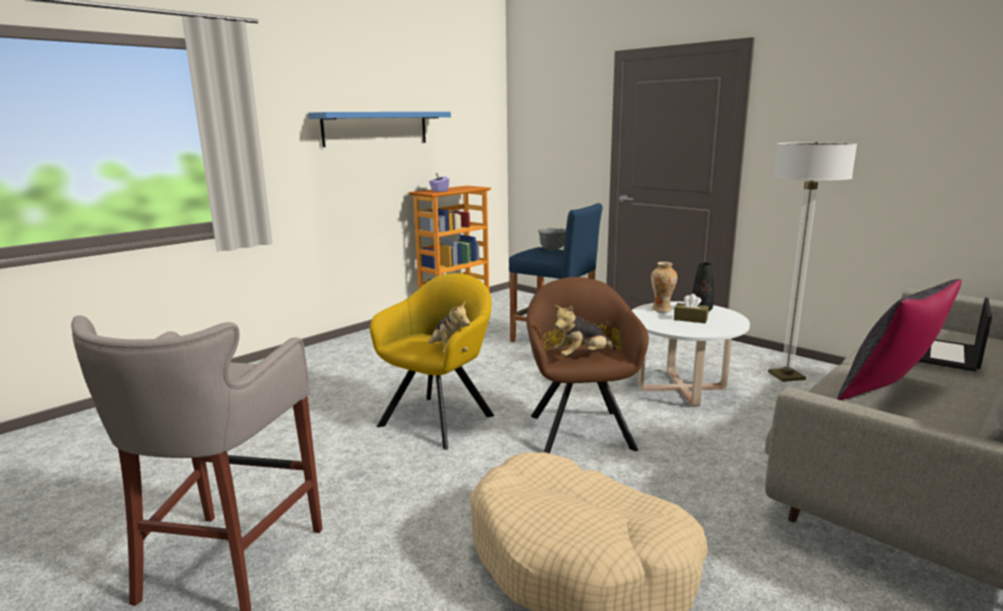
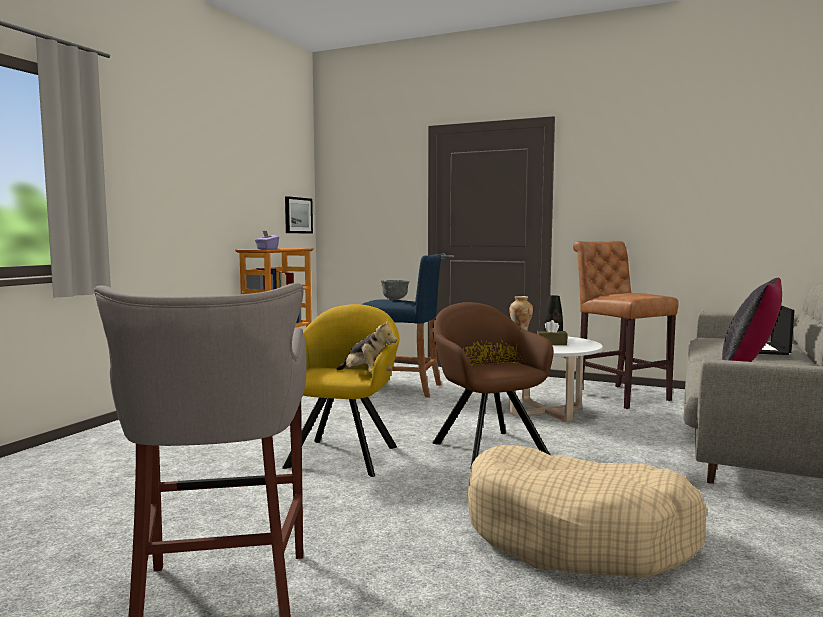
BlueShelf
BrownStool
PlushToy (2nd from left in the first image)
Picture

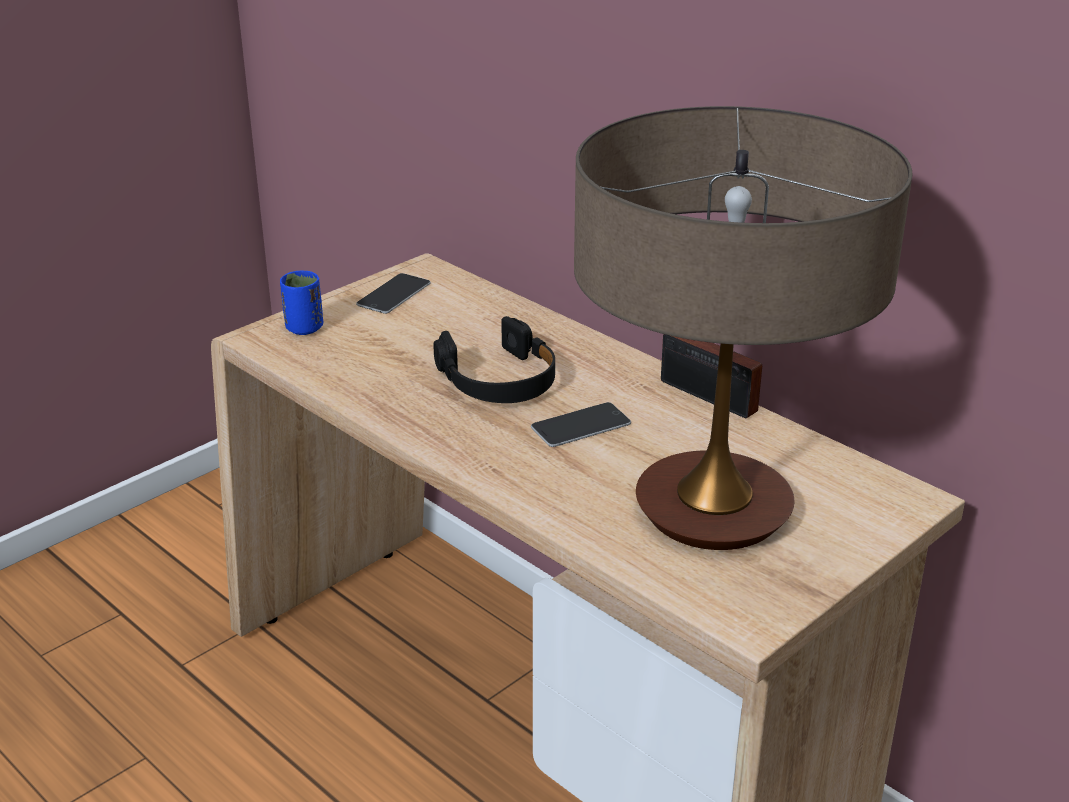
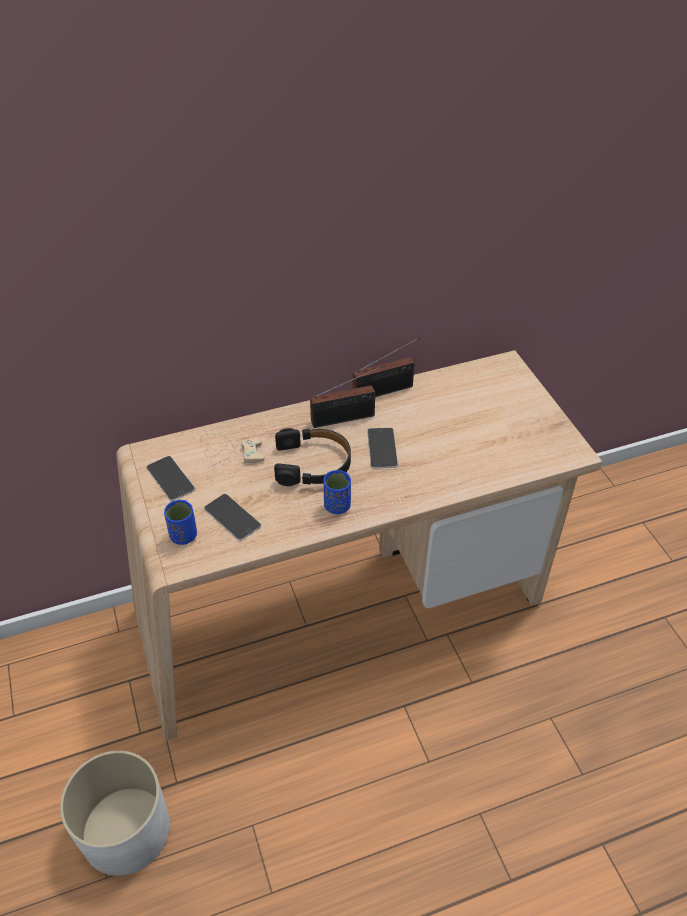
TableLamp
Radio (1st from left)
BeigeGameController
BlueCup (2nd from left)
Phone (2nd from left)
WhitePlanter

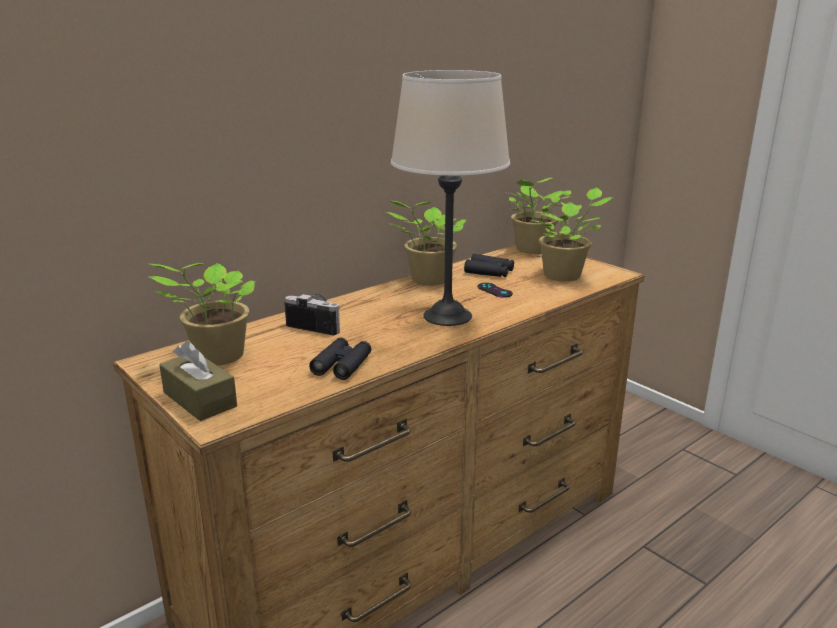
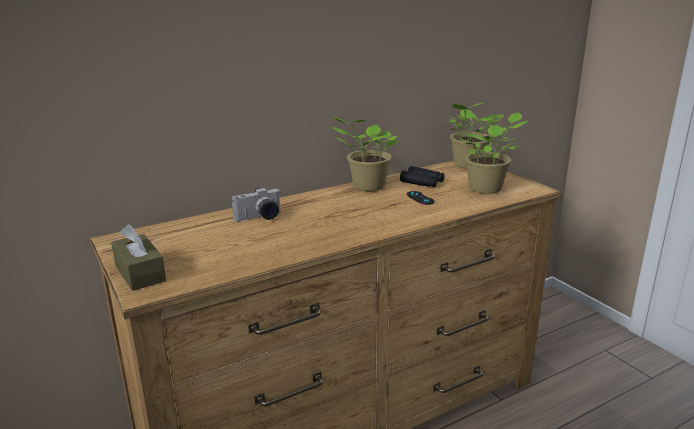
BeigeTableLamp
PottedPlant (1st from left in the first image)
PhotoCamera
BlackBinoculars (1st from left in the first image)

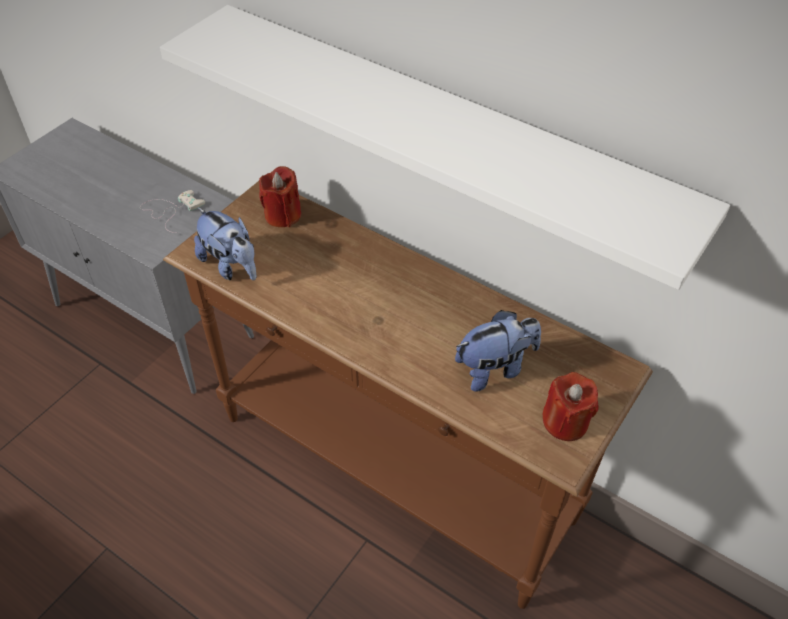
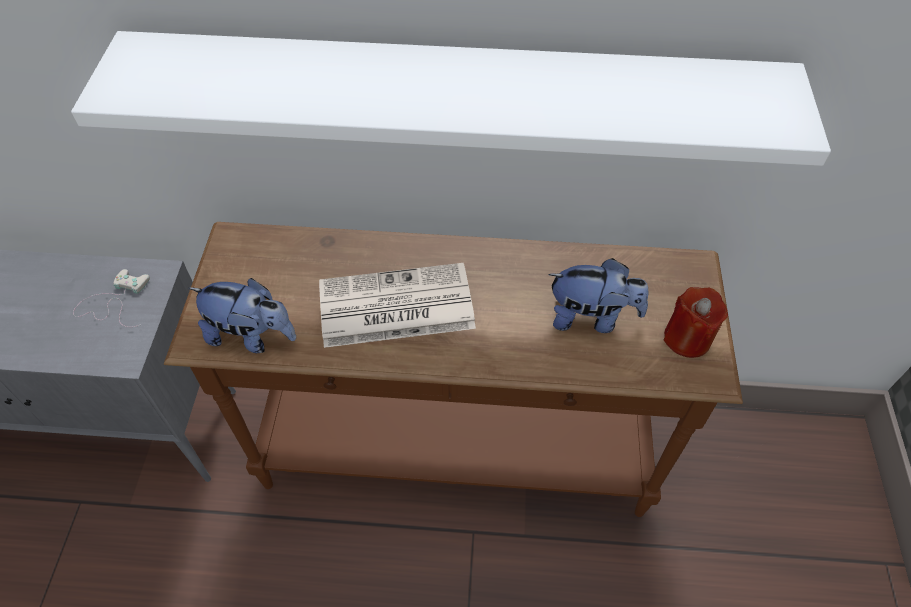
RedCandle (1st from left in the first image)
PlushToy (2nd from left)
Newspaper

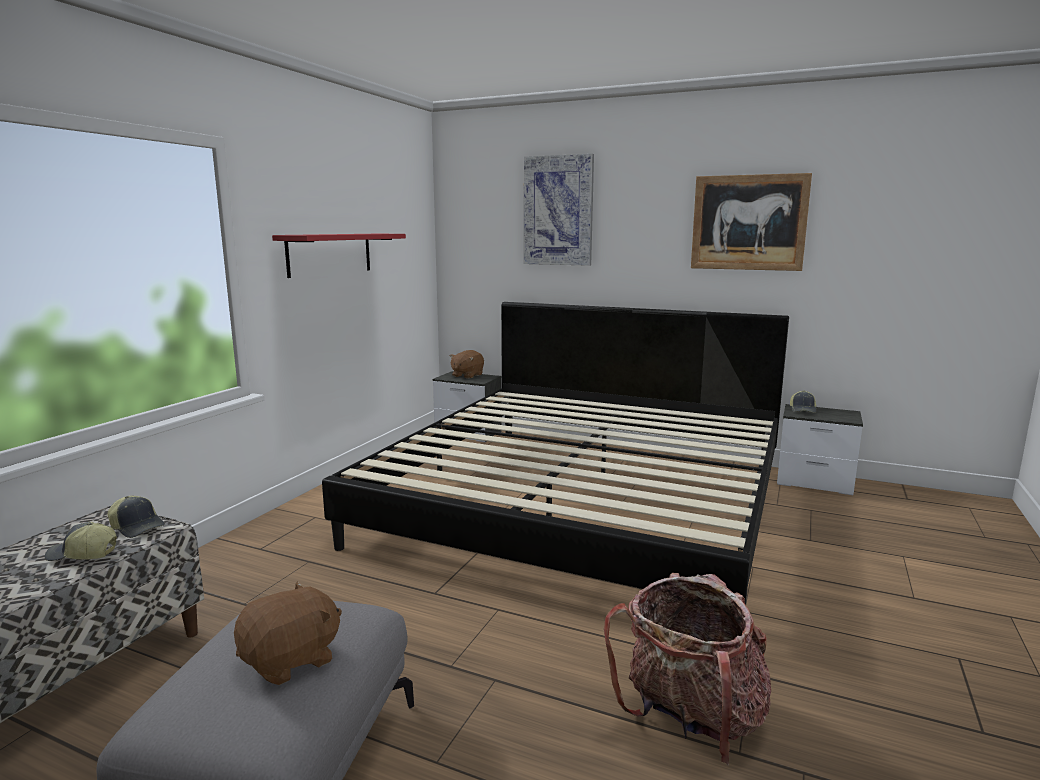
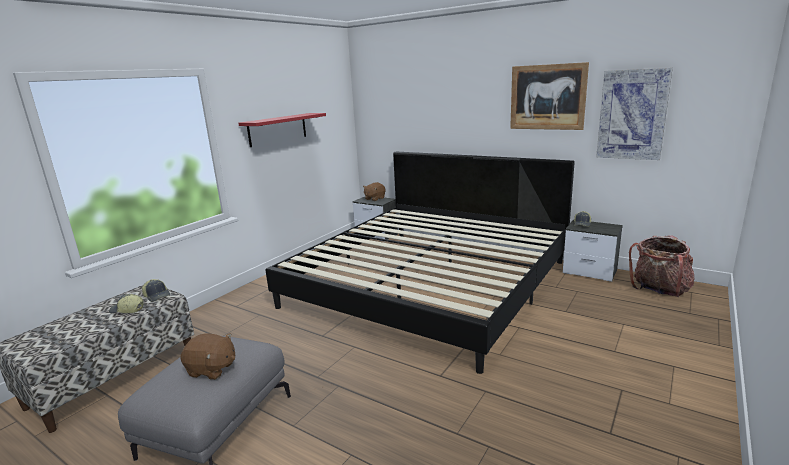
Picture (2nd from left)
Backpack
BrownPlushToy (1st from left)

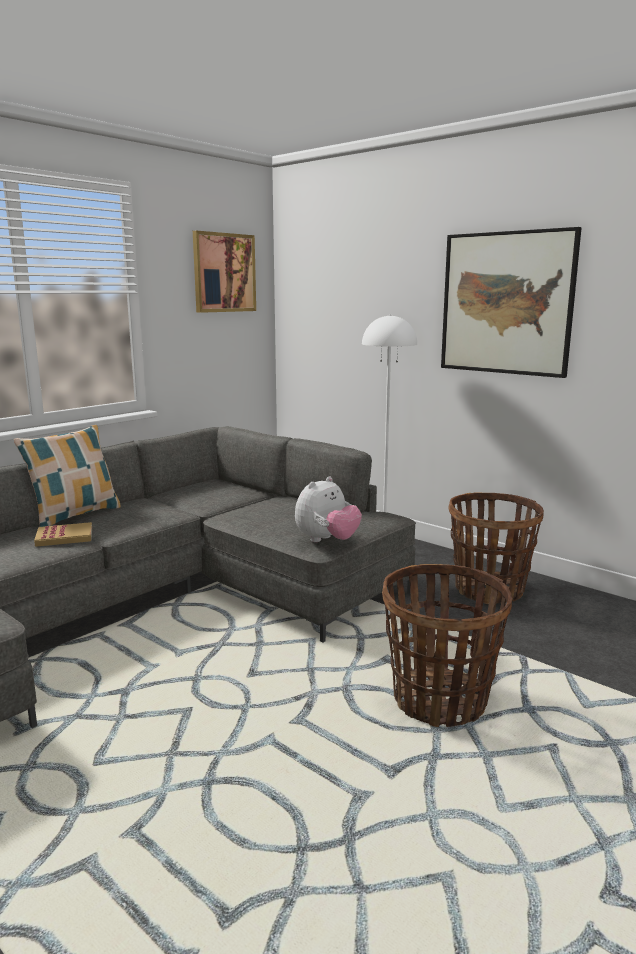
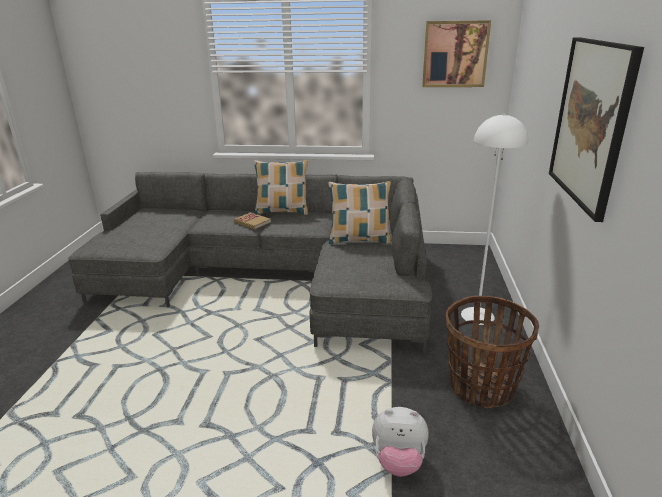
PlushToy
Basket (1st from left in the first image)
Pillow (2nd from left)

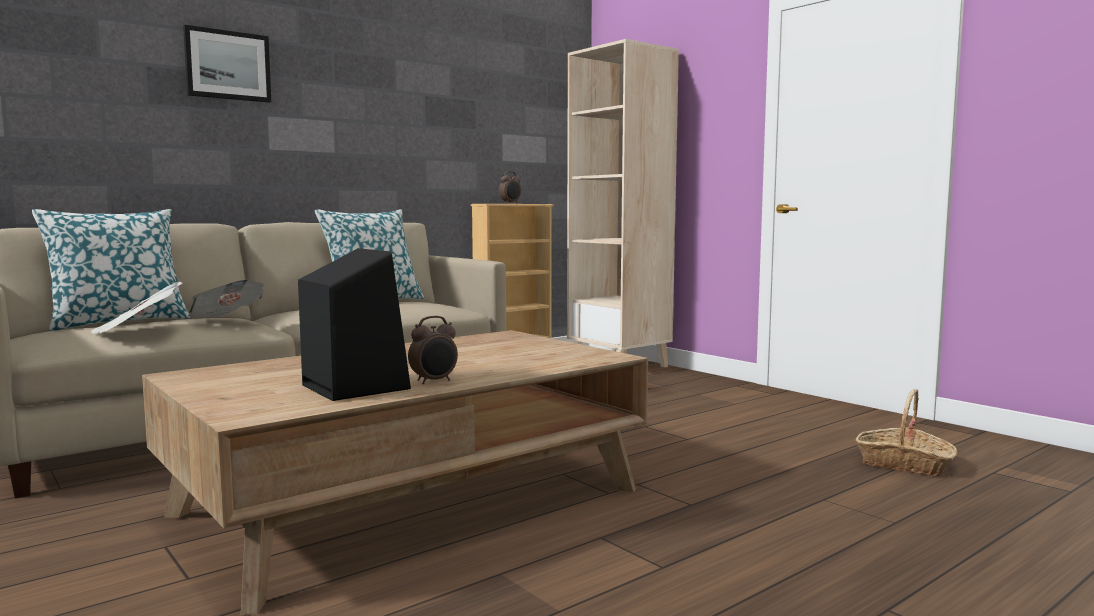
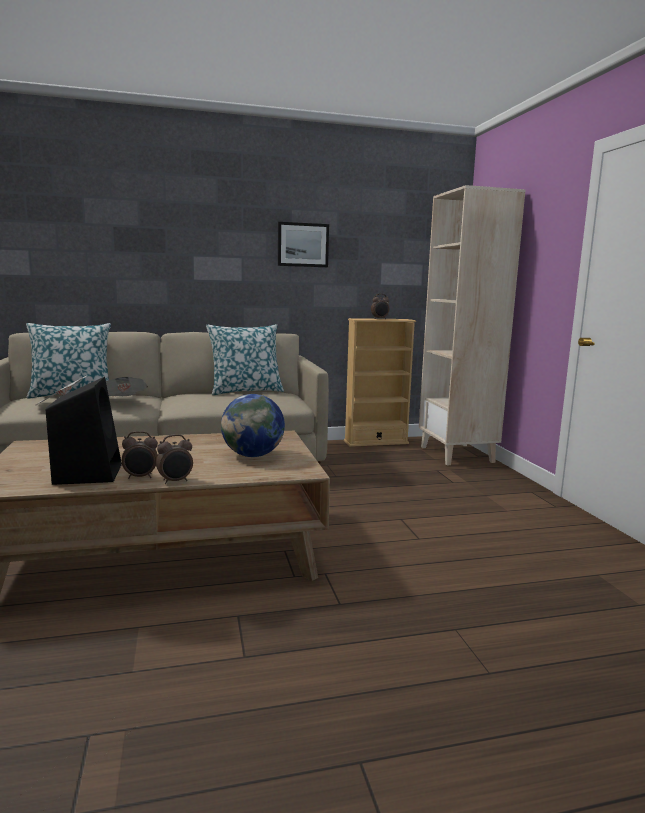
Picture
Basket
Globe
AlarmClock (2nd from left)

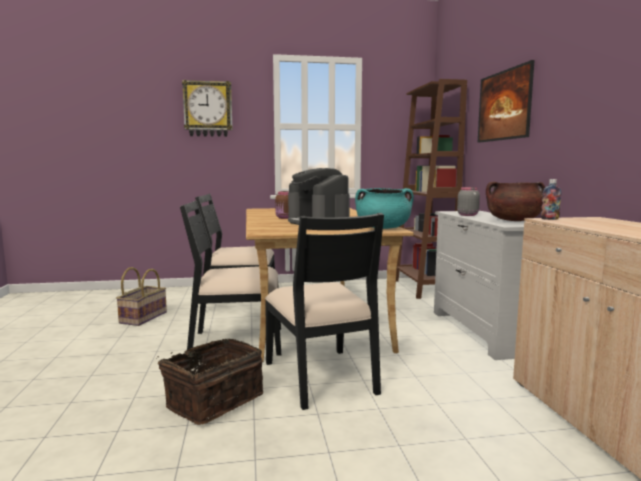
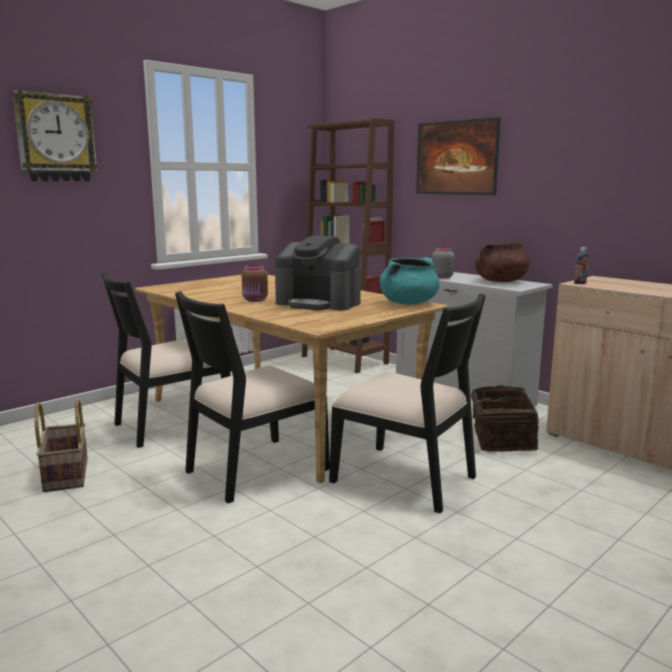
Basket (2nd from left)

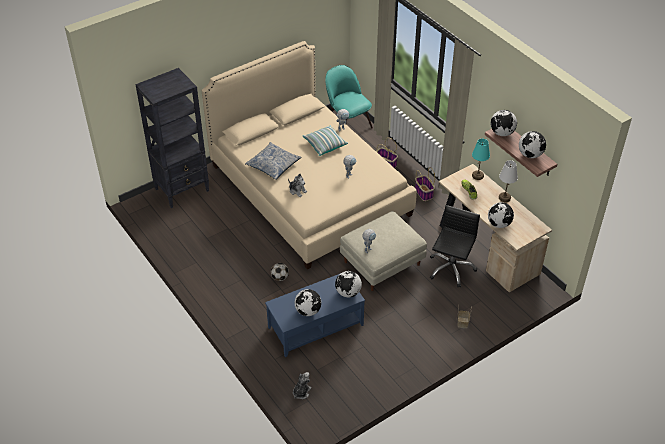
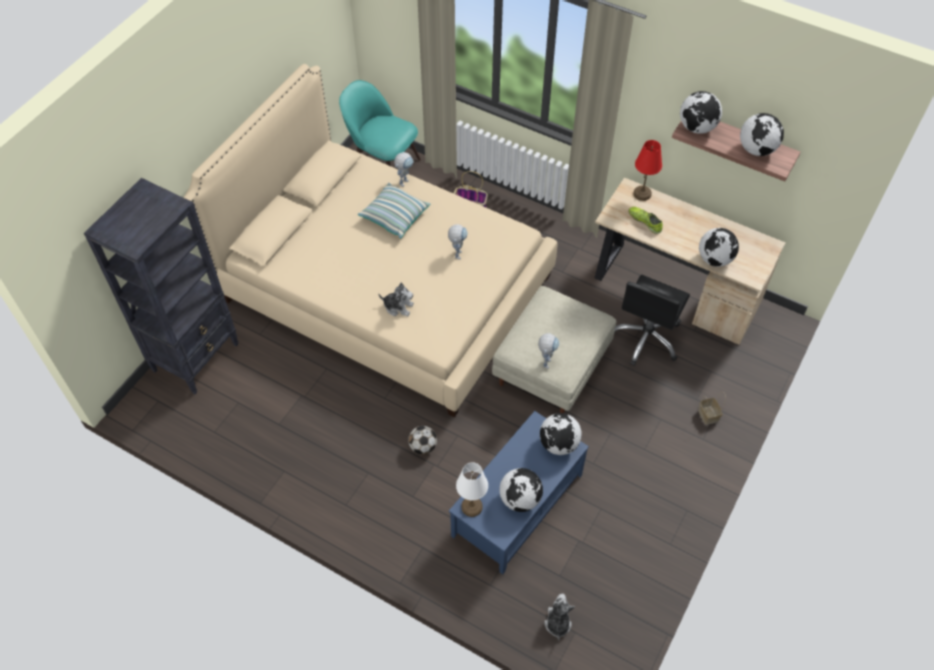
RedTableLamp
Pillow (1st from left in the first image)
WhiteTableLamp
Basket (2nd from left in the first image)
BlackOfficeChair

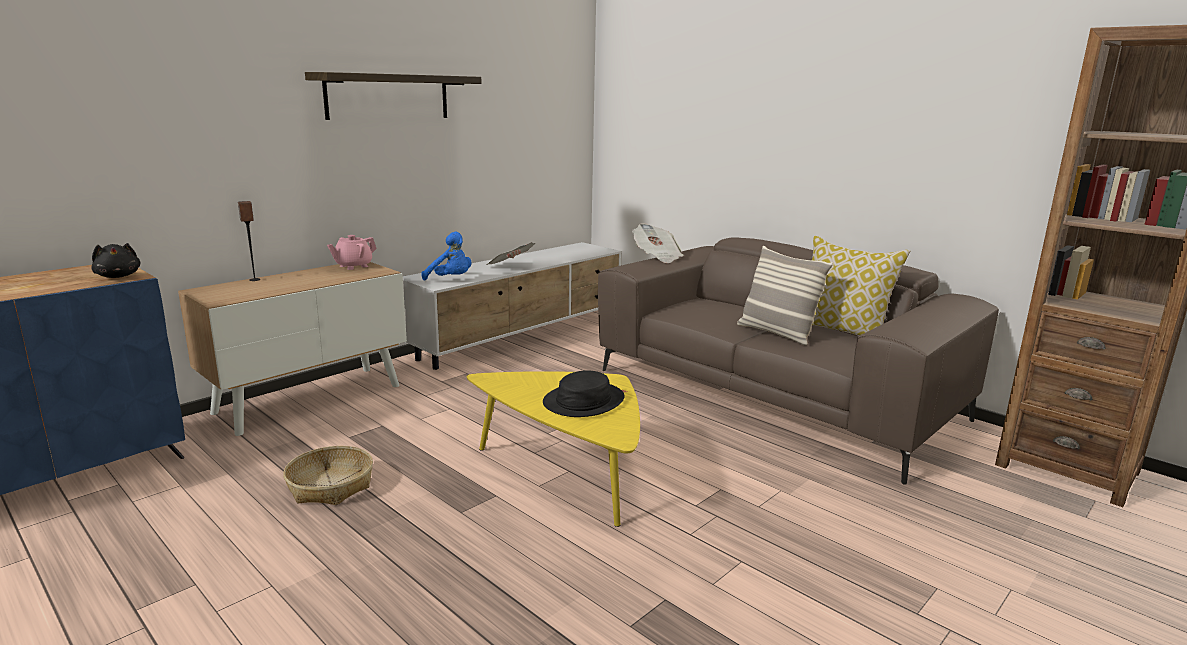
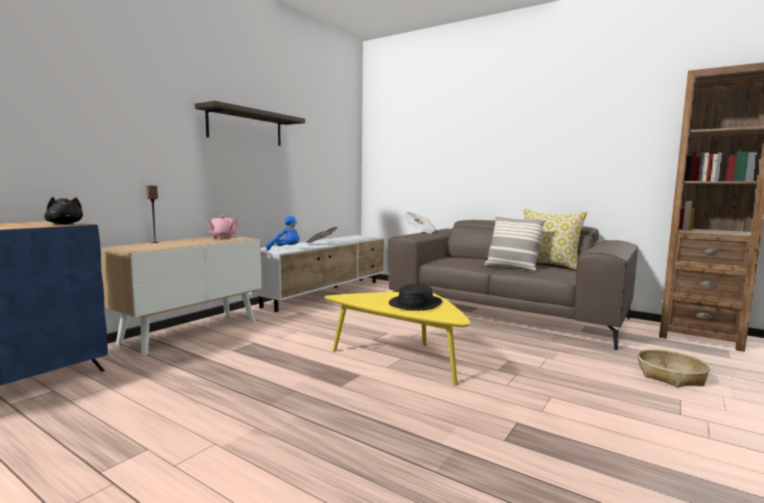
Basket

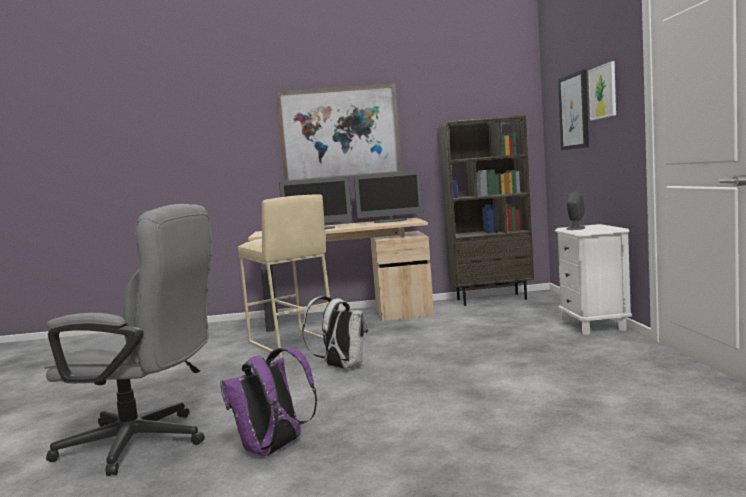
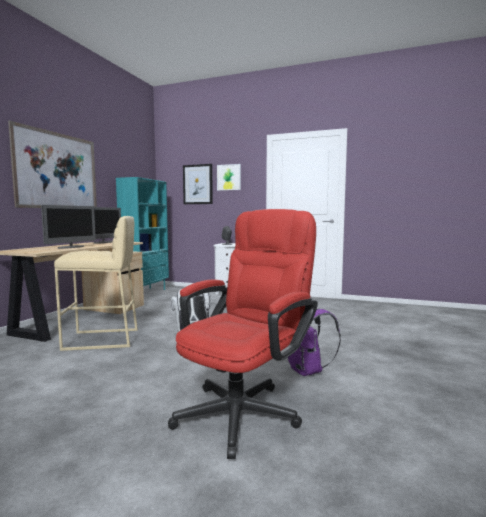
TurquoiseBookcase
RedOfficeChair

